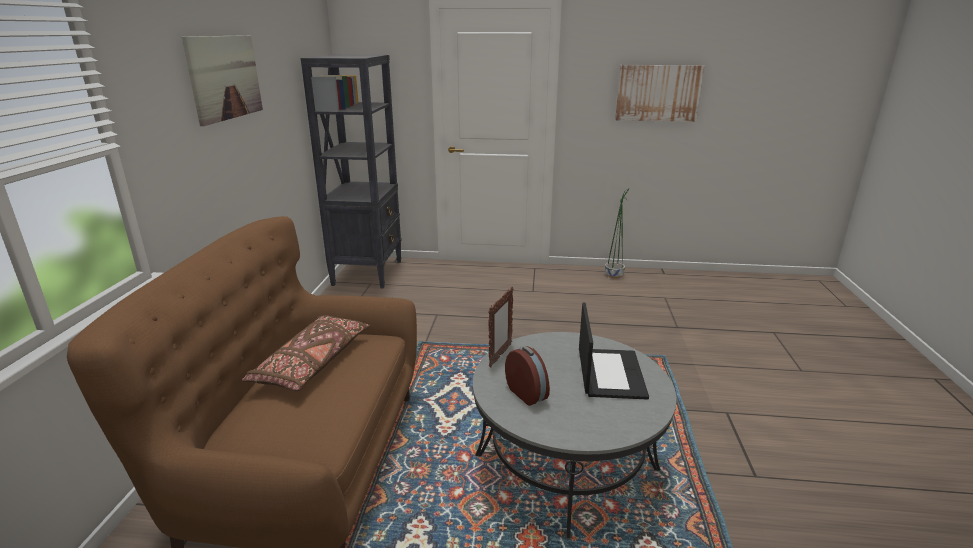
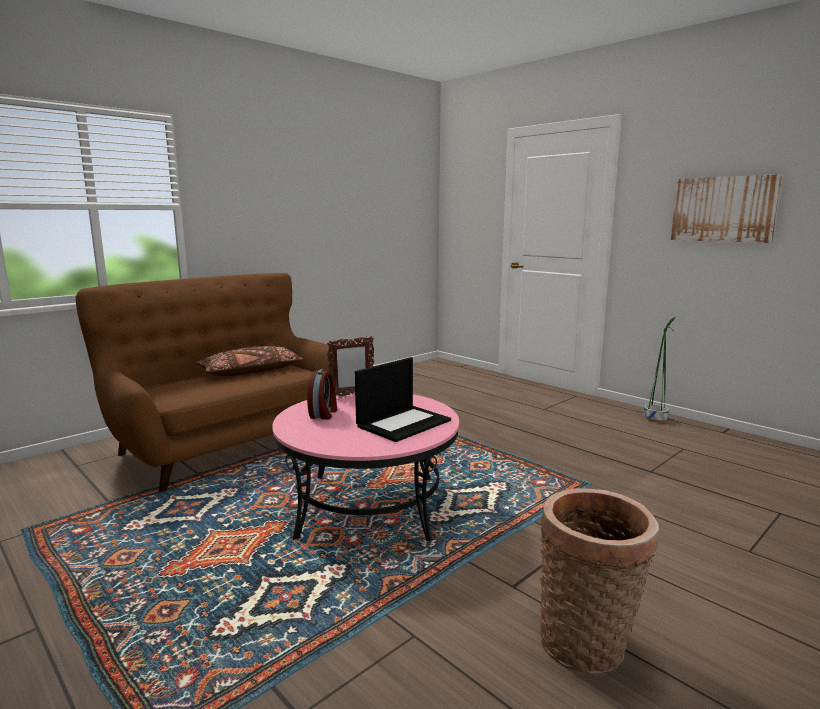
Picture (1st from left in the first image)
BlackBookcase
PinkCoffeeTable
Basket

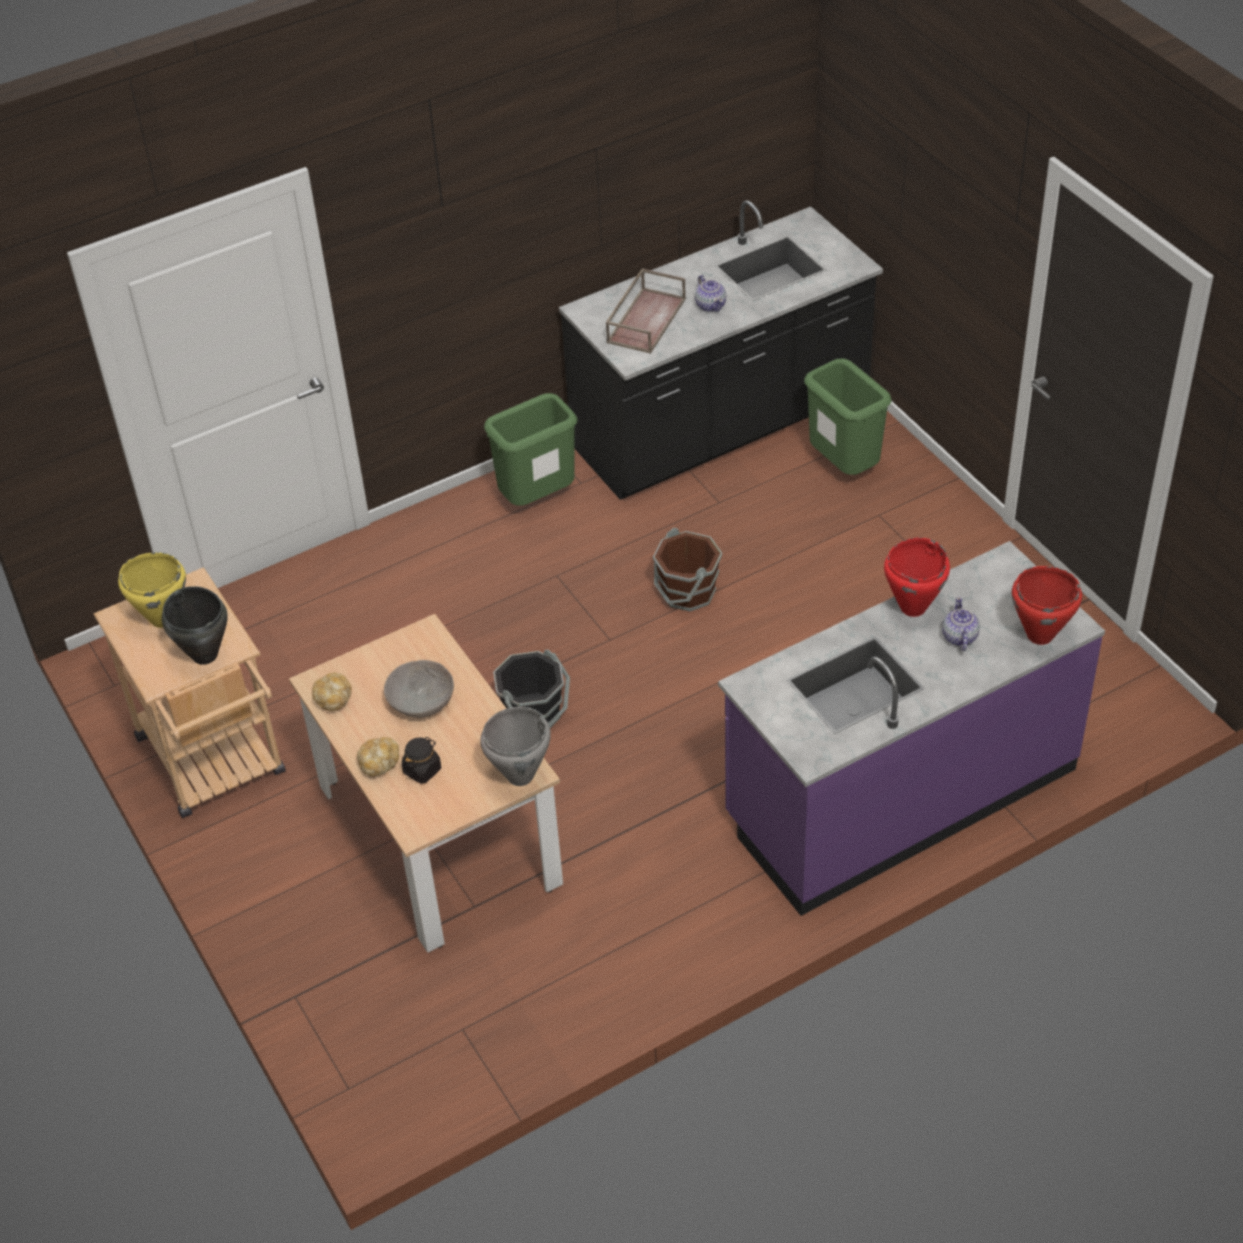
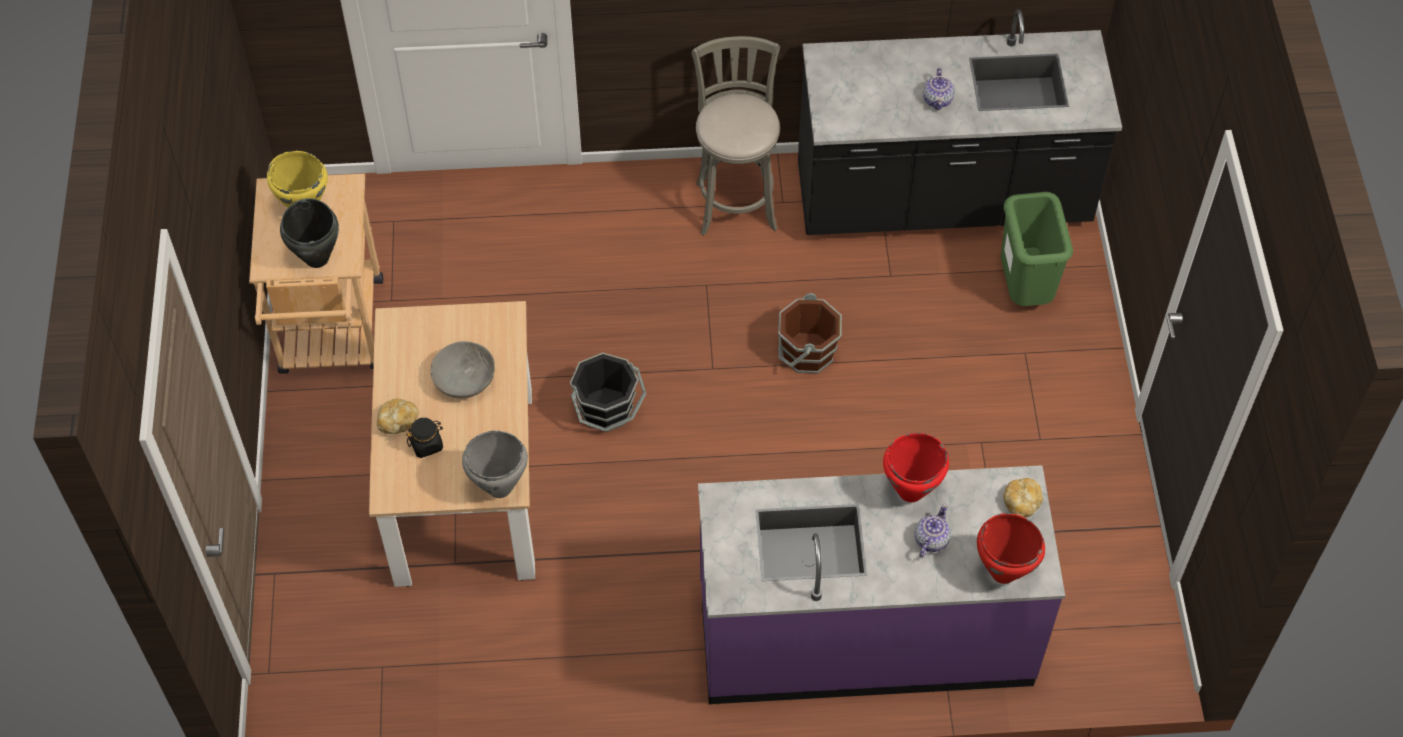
BrownTray
GreyStool
Bread (2nd from left)

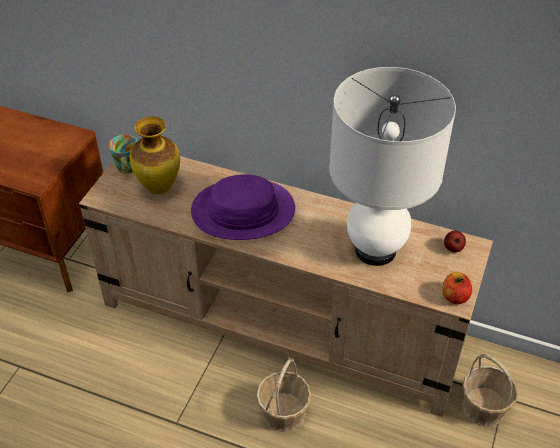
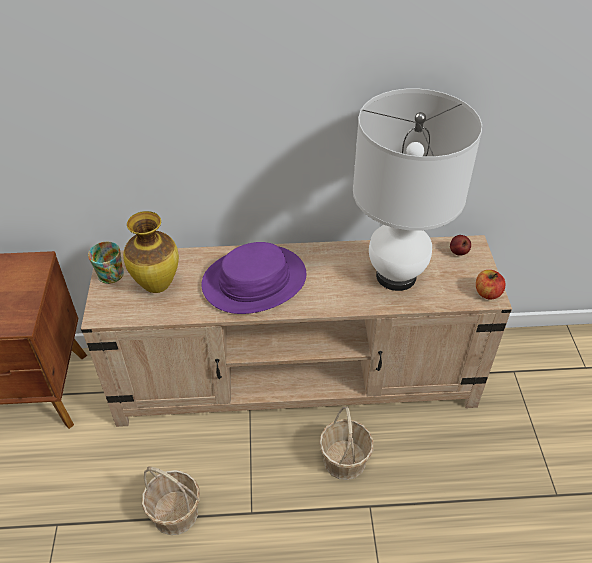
Basket (1st from left)

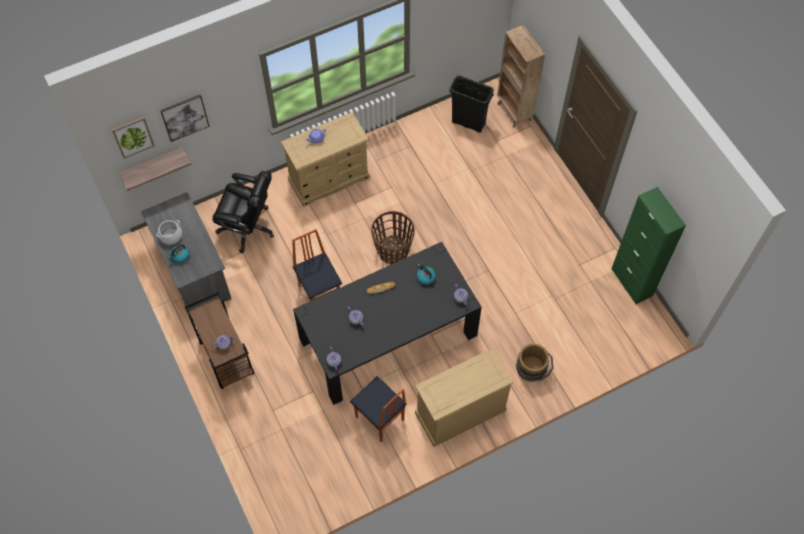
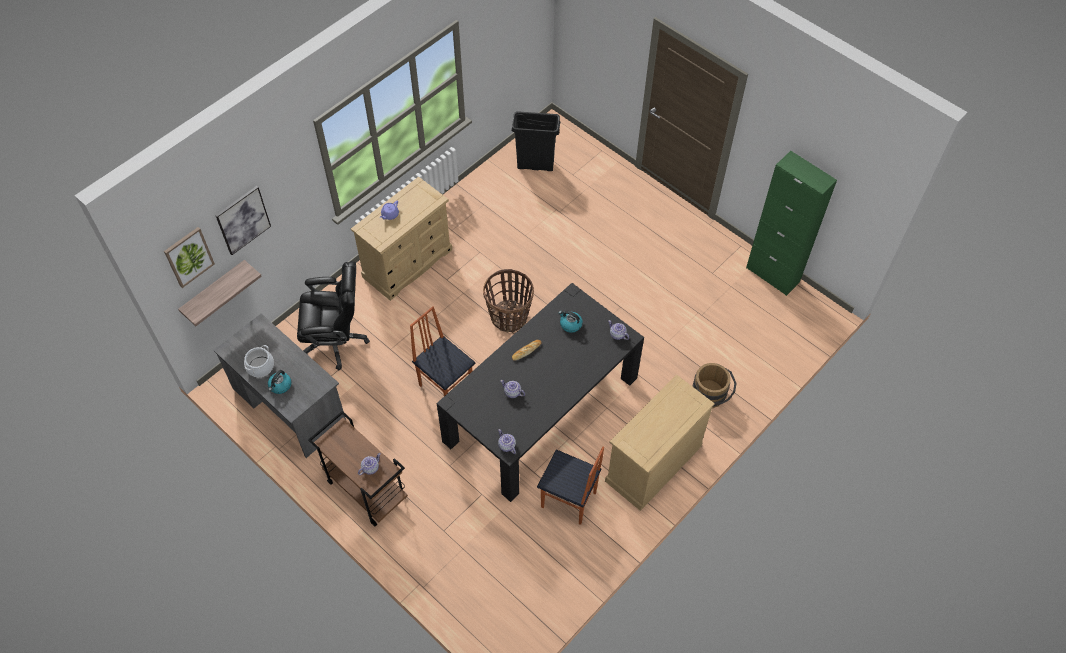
BrownBookcase

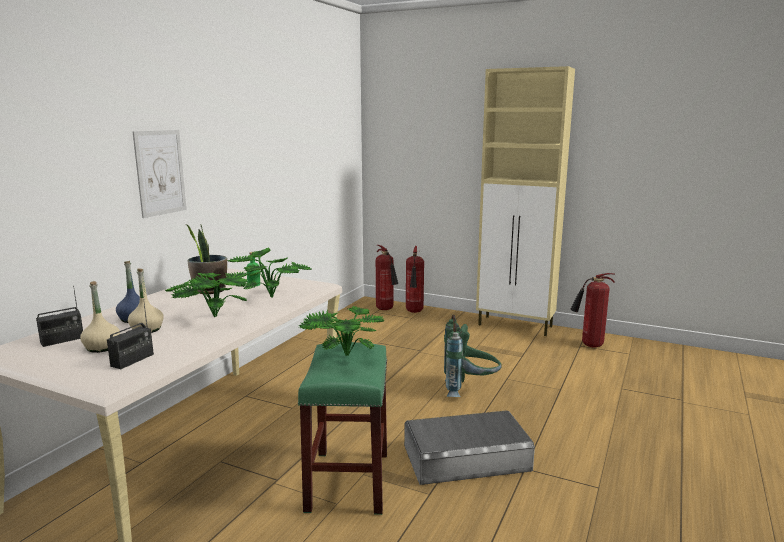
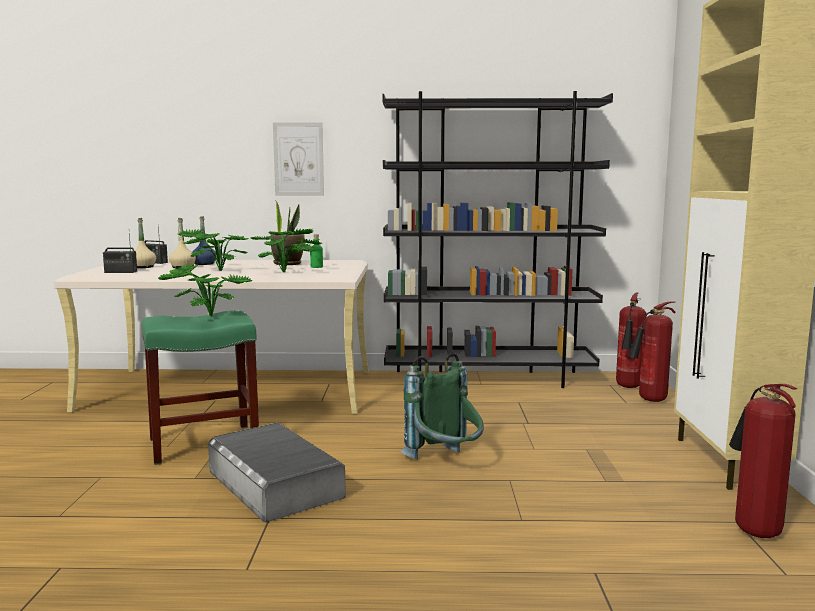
BlackBookcase

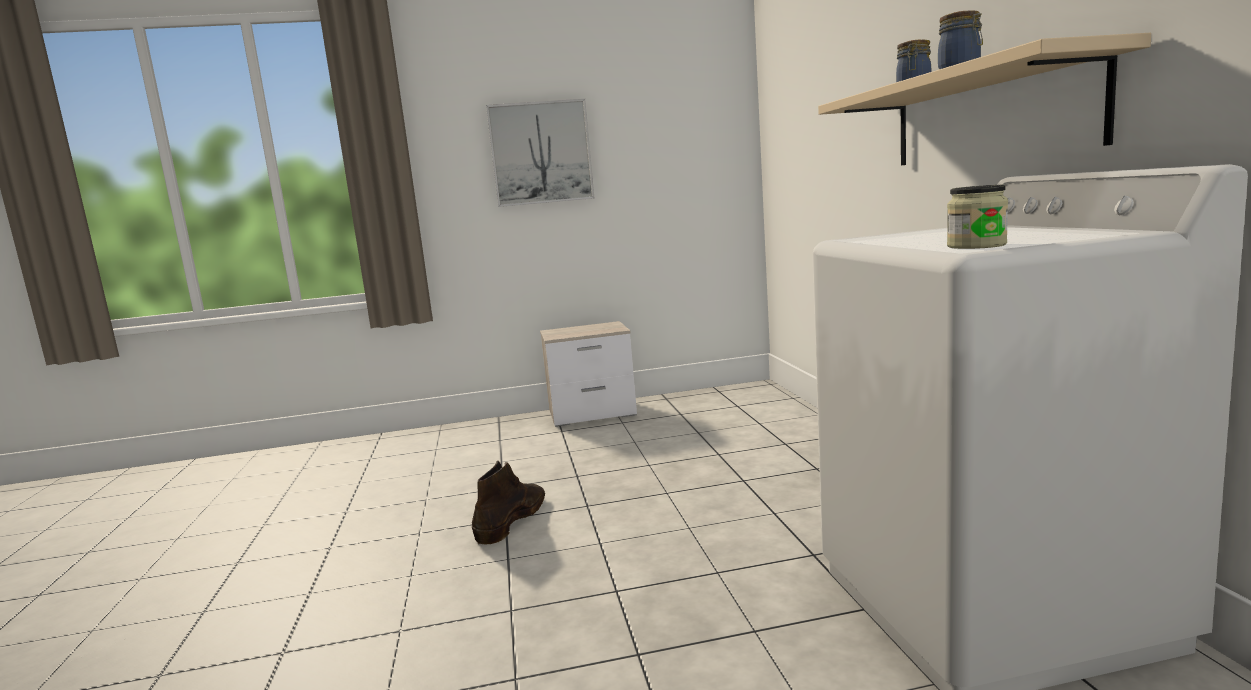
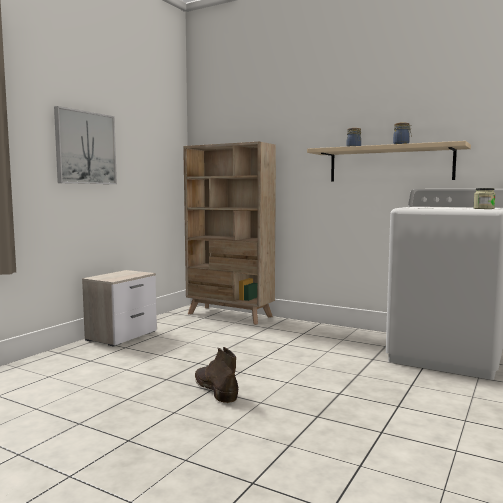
BeigeBookcase

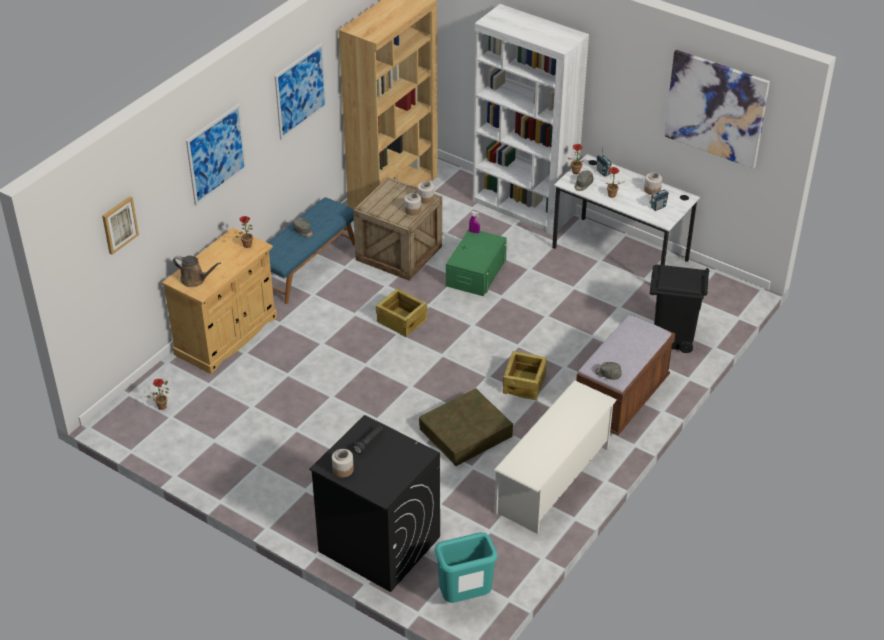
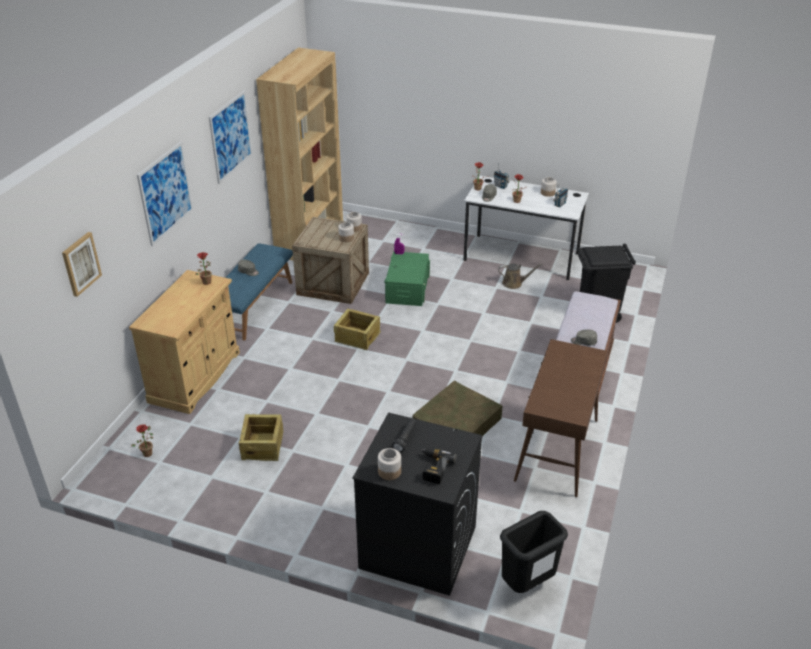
WhiteBookcase
Picture (4th from left in the first image)
BrownWateringCan
Crate (1st from left)
BrownConsoleTable
BlackTrashCan (1st from left)
PowerDrill

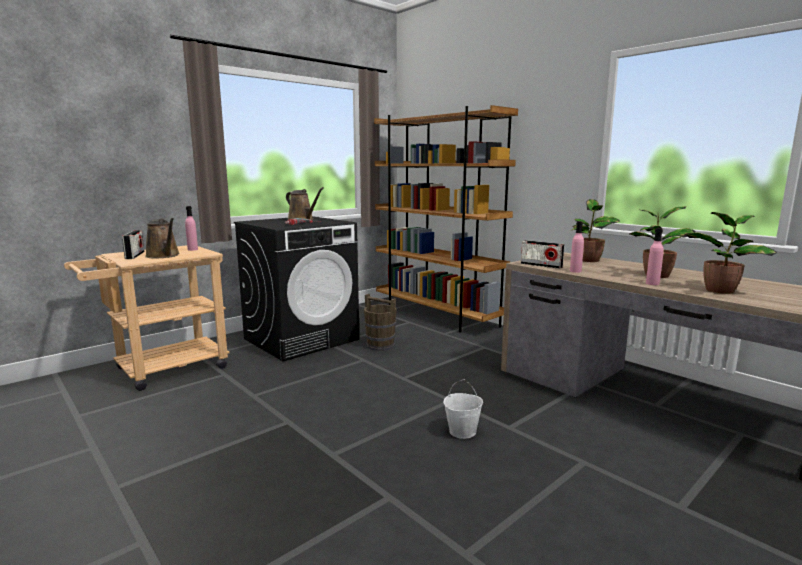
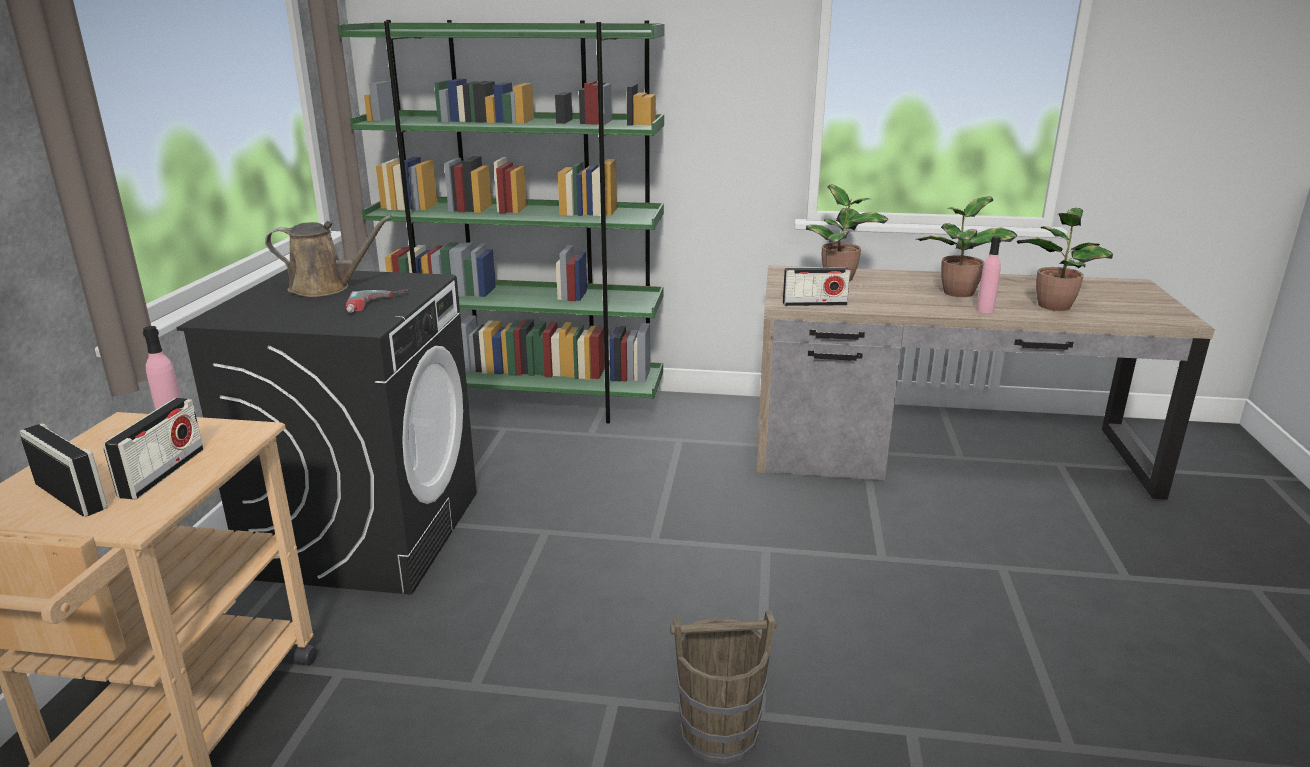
GreenBookcase
Radio (2nd from left)
PinkBottle (2nd from left in the first image)
BrownBucket
WhiteBucket

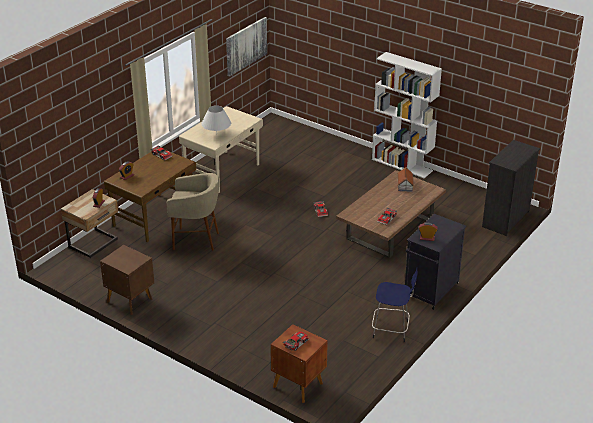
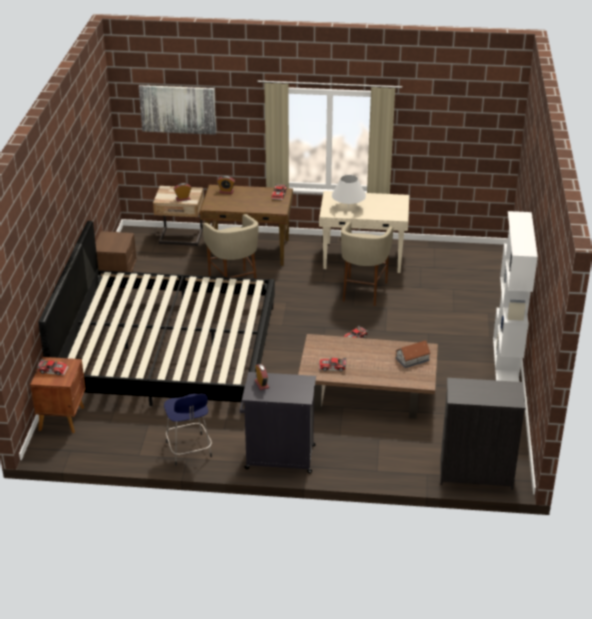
Picture
Bed
BeigeStool (2nd from left)

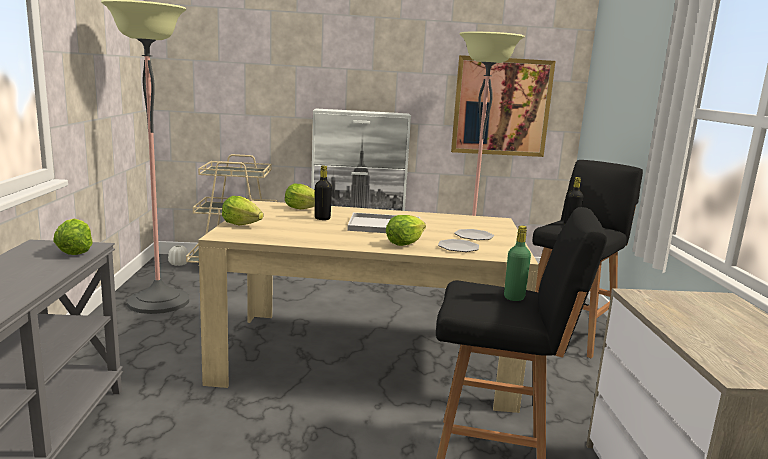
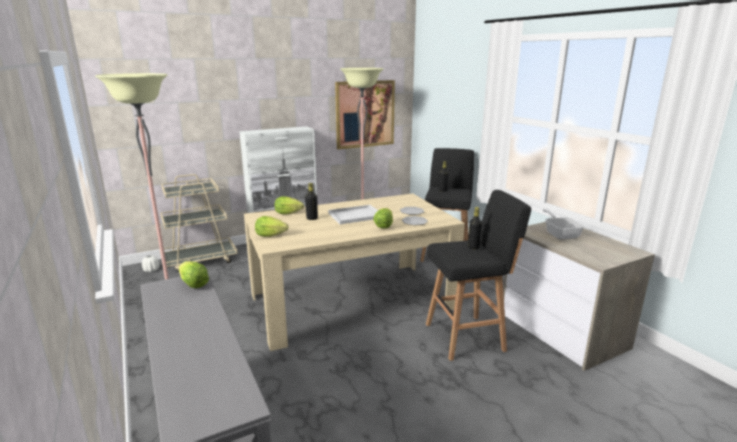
BlackBottle (3rd from left)
FryingPan

